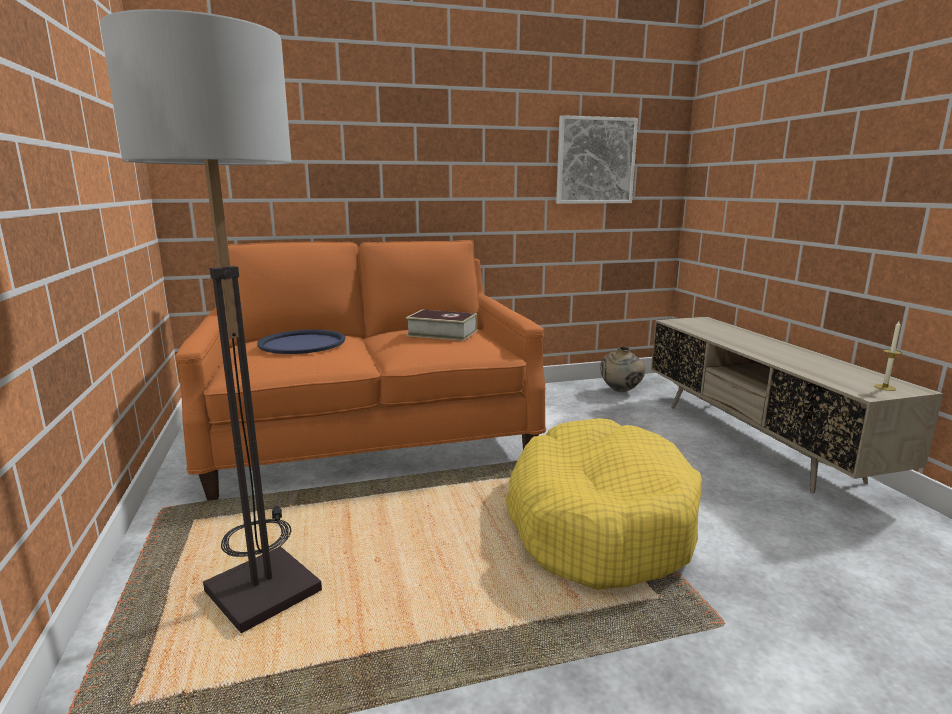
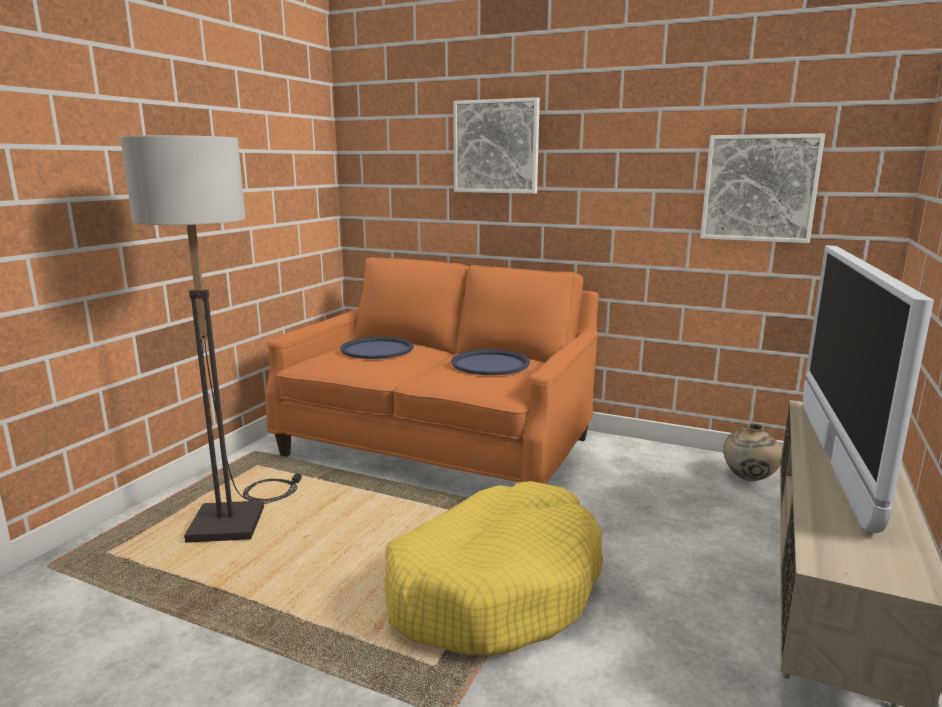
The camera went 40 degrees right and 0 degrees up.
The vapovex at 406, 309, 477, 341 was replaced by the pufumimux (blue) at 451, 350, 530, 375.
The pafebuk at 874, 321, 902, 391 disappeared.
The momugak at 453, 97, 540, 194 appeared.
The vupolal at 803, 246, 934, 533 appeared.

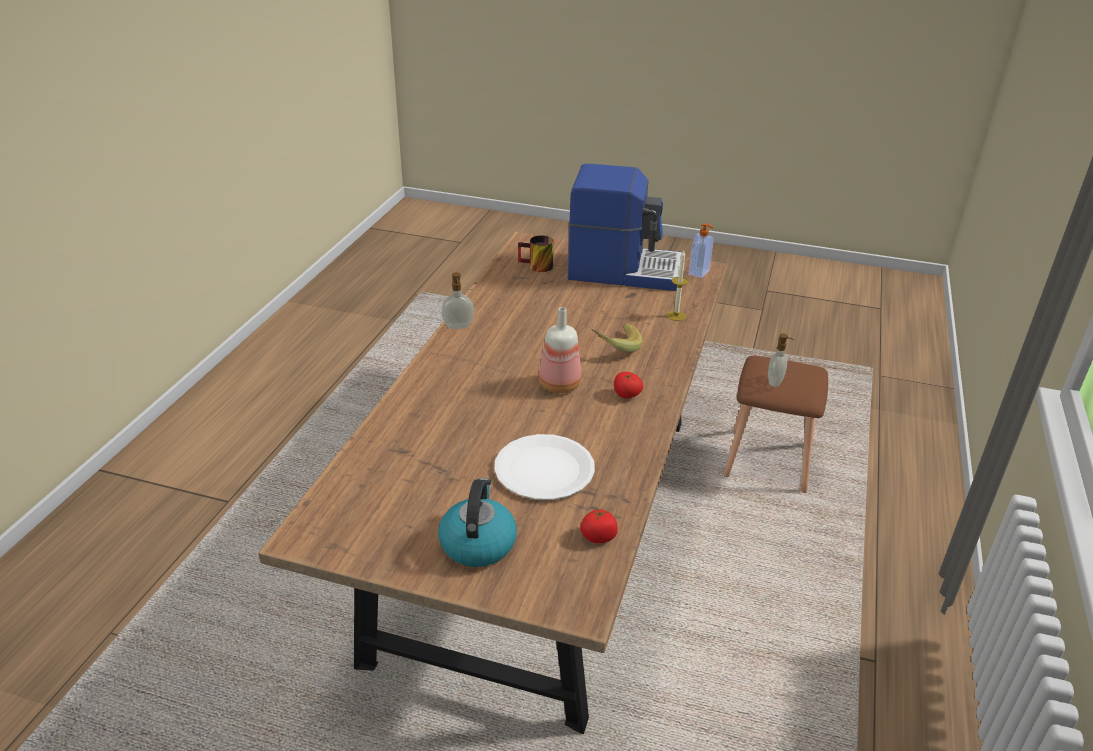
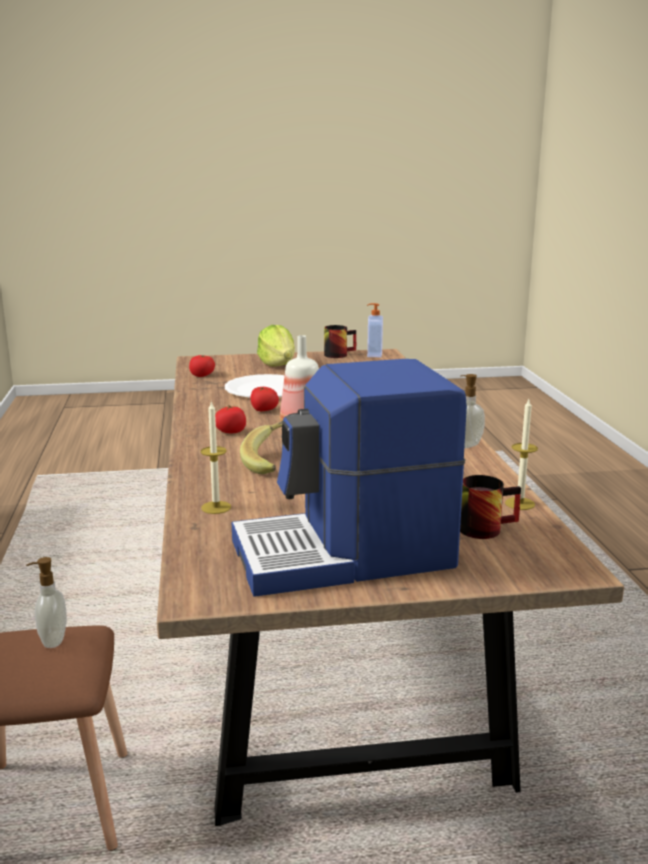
The camera went 155 degrees right and 15 degrees down.
The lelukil at 438, 478, 517, 567 was replaced by the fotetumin at 257, 325, 295, 367.
The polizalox moved from 689, 223, 714, 278 to 367, 303, 383, 357.
The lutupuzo at 250, 387, 279, 411 appeared.
The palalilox at 324, 325, 356, 358 appeared.
The pafebuk at 505, 399, 538, 510 appeared.

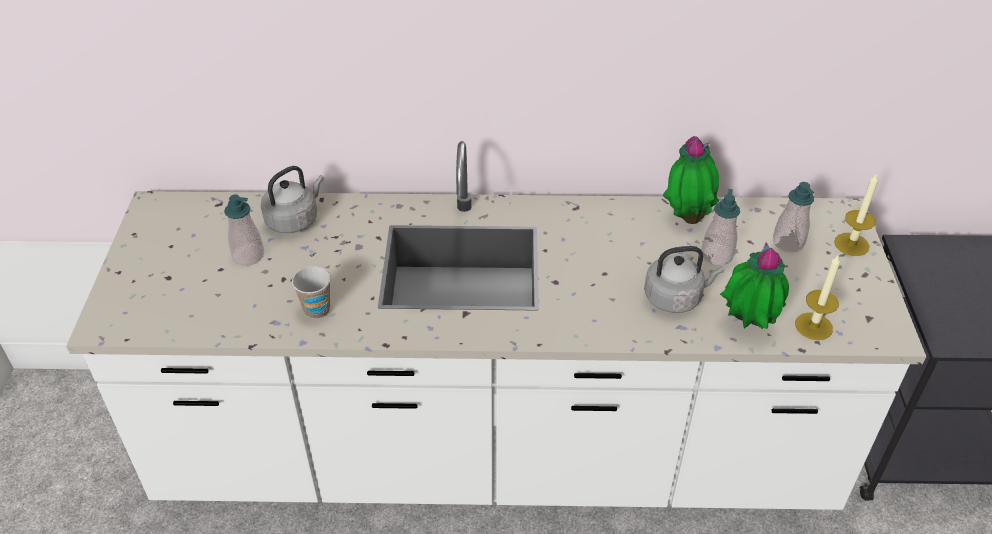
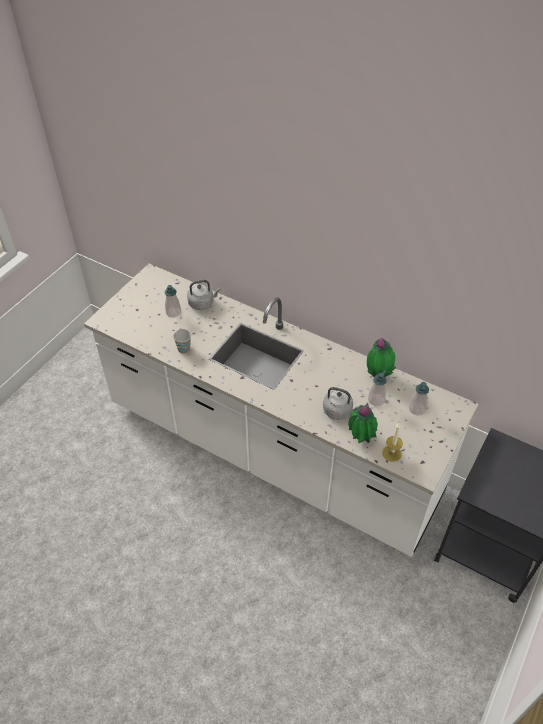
The camera went 30 degrees right and 5 degrees up.
The pafebuk at 834, 173, 878, 256 disappeared.

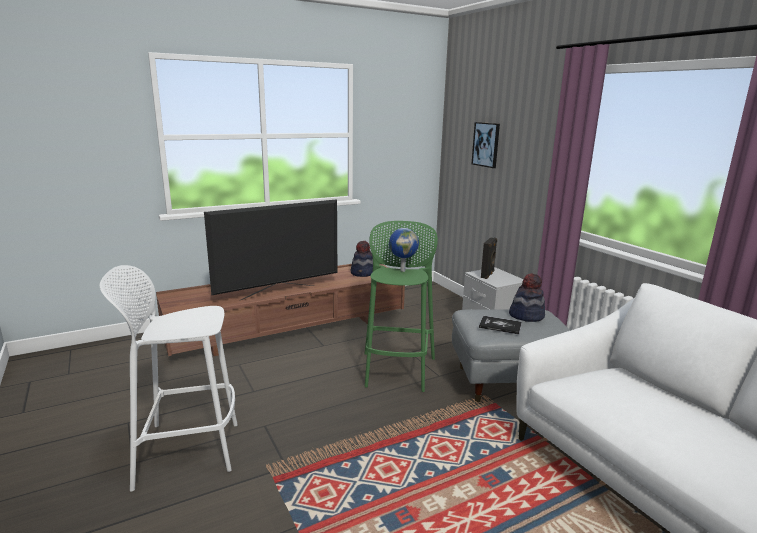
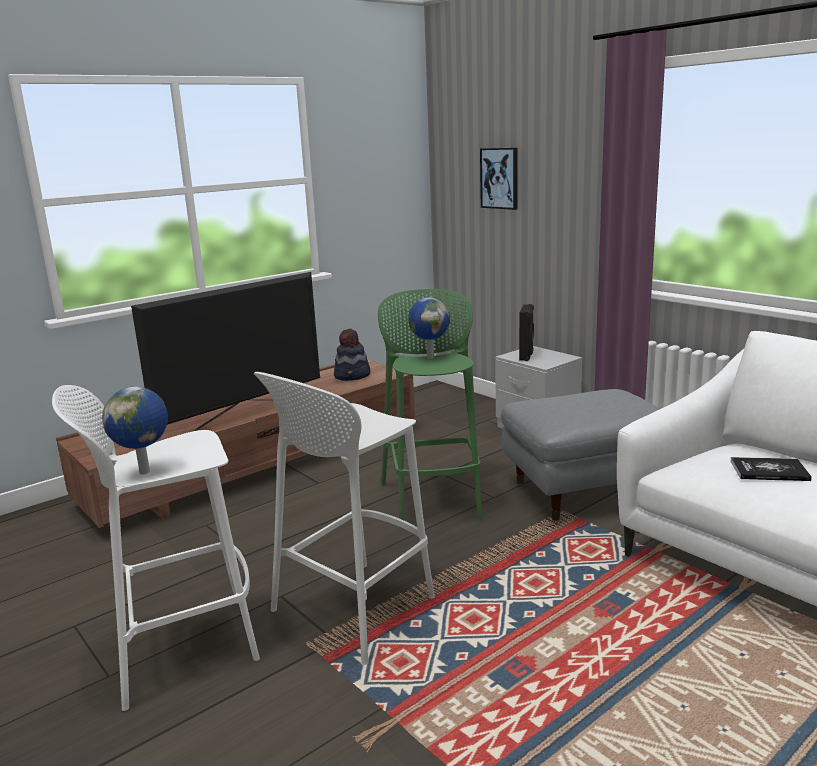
The camera went 10 degrees left and 0 degrees up.
The vapovex moved from 479, 316, 522, 335 to 730, 457, 812, 481.
The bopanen at 509, 273, 545, 322 disappeared.
The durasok at 102, 386, 168, 474 appeared.
The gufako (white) at 254, 372, 435, 665 appeared.

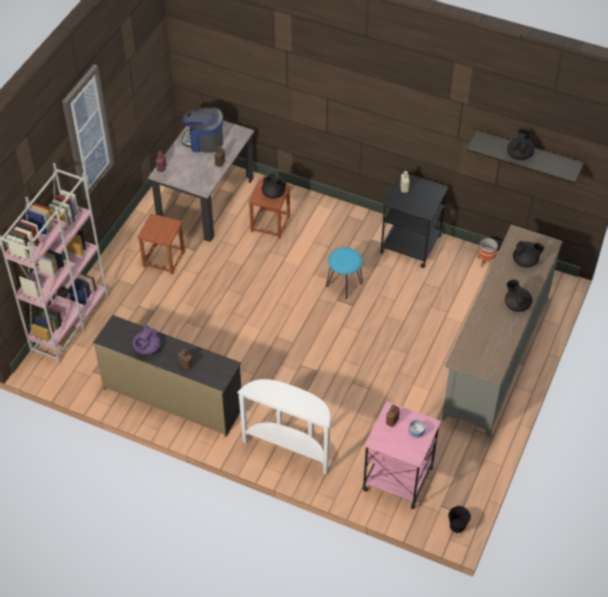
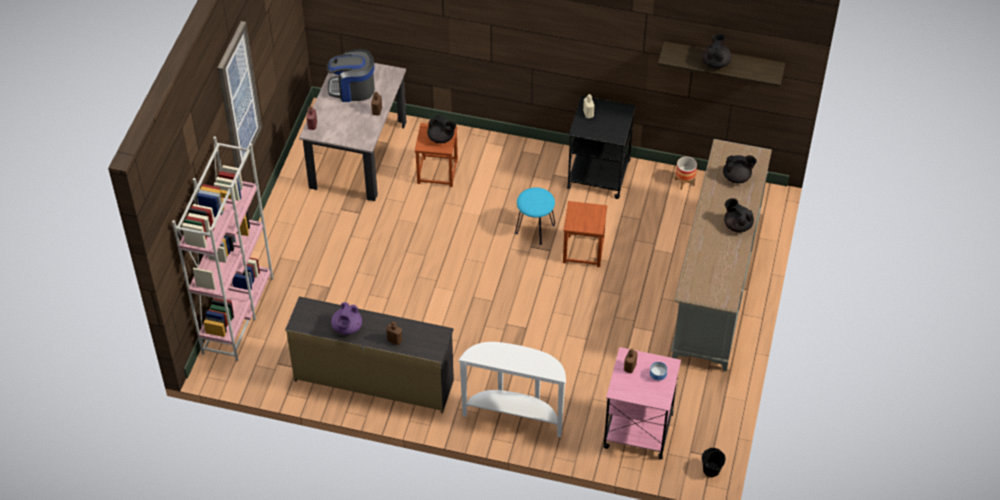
The camera went 10 degrees left and 0 degrees up.
The gufako (brown) moved from 138, 214, 185, 275 to 563, 201, 607, 267.

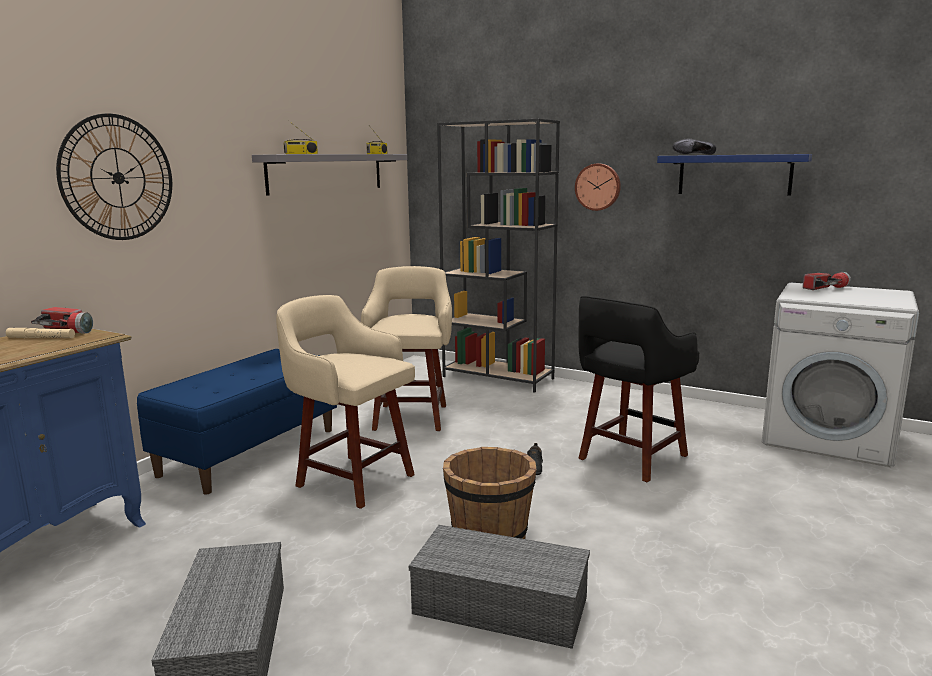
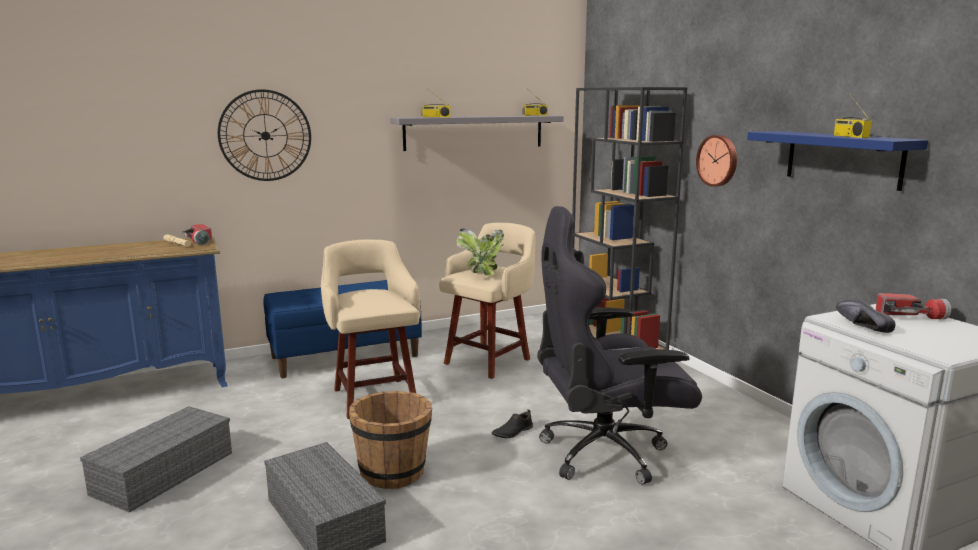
The camera went 35 degrees right and 0 degrees up.
The gufako (black) at 578, 296, 699, 482 was replaced by the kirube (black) at 537, 206, 702, 485.
The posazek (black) moved from 672, 138, 716, 155 to 836, 300, 895, 333.
The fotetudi at 456, 228, 505, 276 appeared.
The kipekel at 834, 93, 872, 138 appeared.

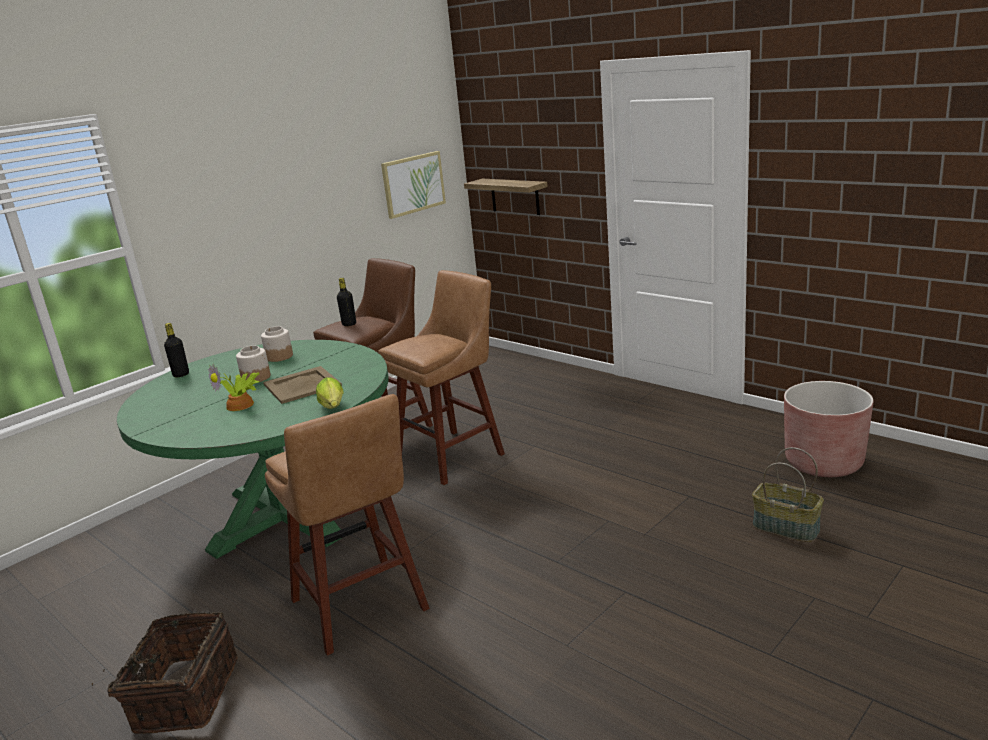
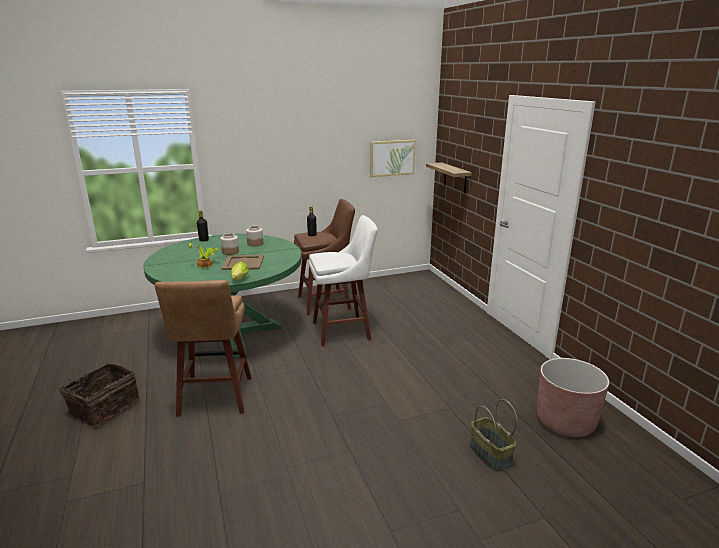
The camera went 25 degrees right and 0 degrees up.
The gufako (brown) at 378, 270, 505, 485 became the gufako (white) at 309, 215, 378, 346.

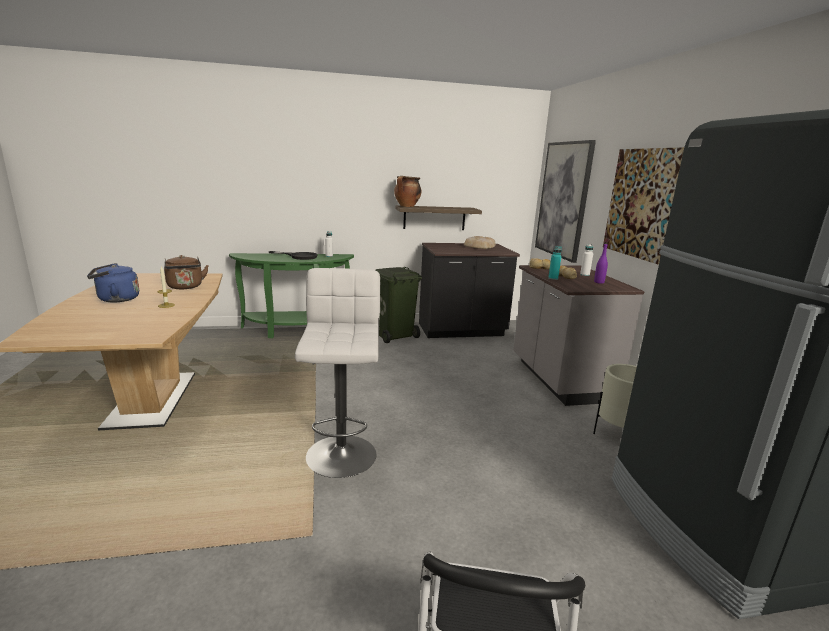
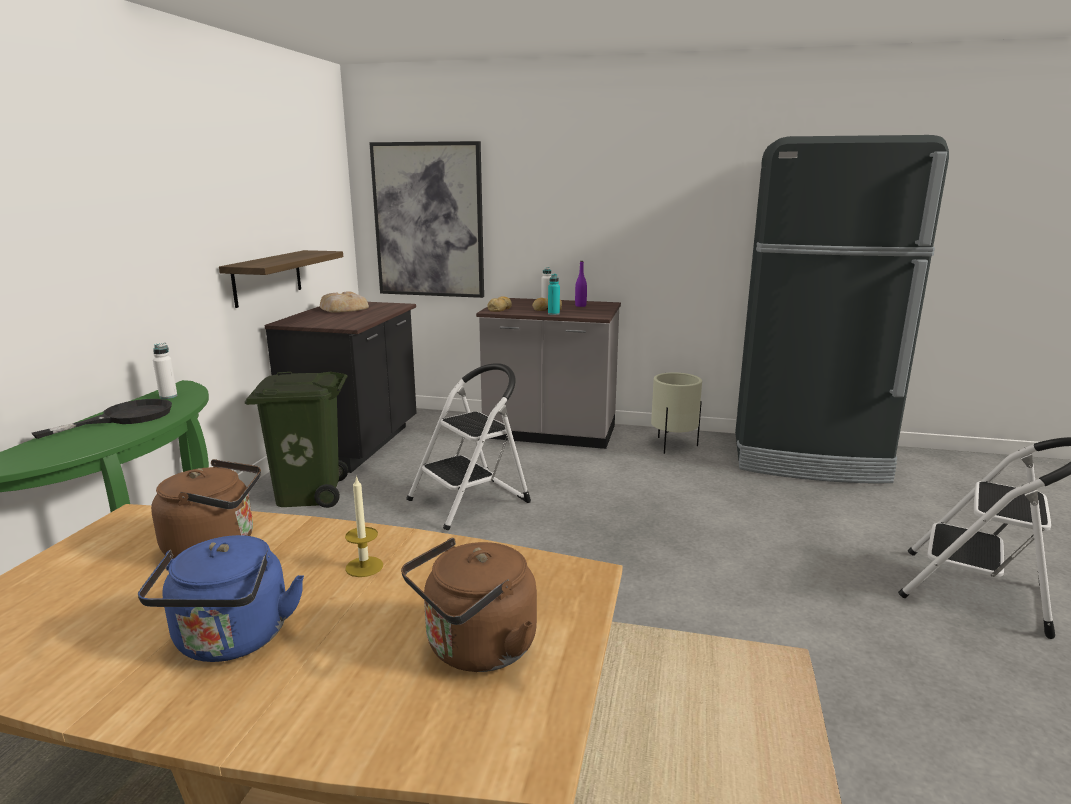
The camera went 65 degrees left and 0 degrees up.
The gufako (white) at 295, 268, 380, 478 disappeared.
The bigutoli at 394, 176, 421, 207 disappeared.
The momugak at 603, 147, 684, 265 disappeared.
The lelukil (brown) at 401, 538, 537, 672 appeared.
The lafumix at 406, 363, 531, 530 appeared.

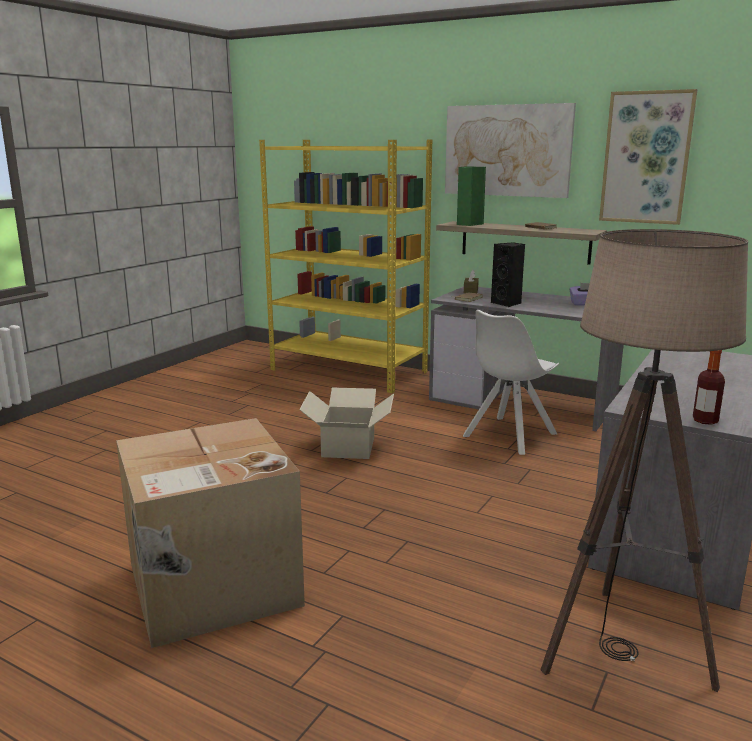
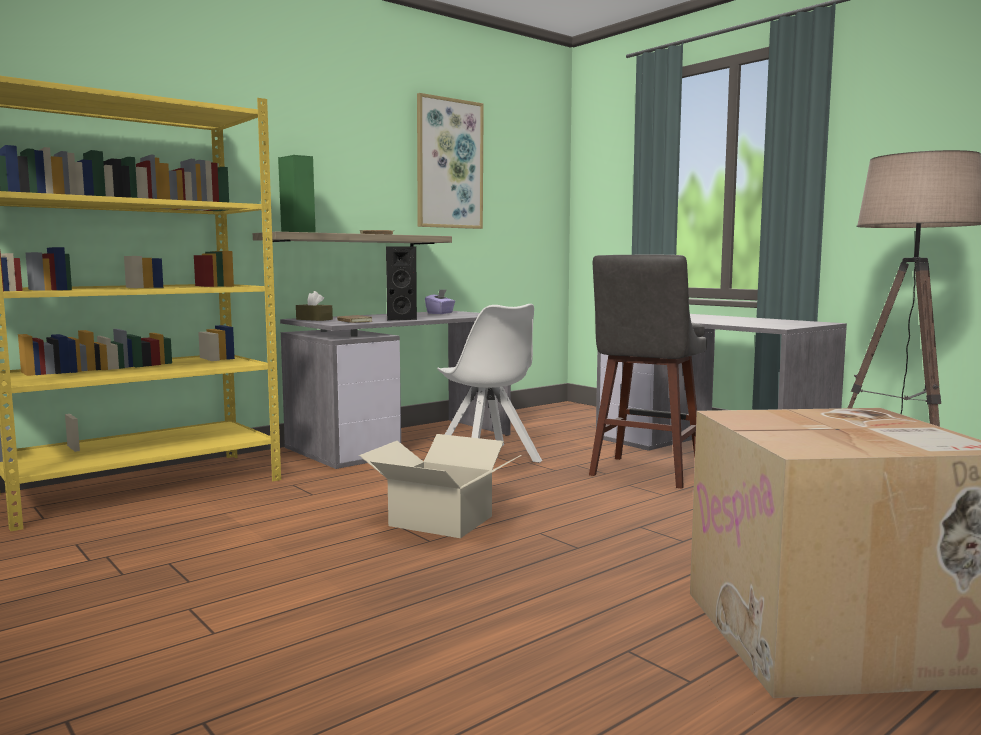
The camera went 70 degrees left and 10 degrees down.
The momugak at 445, 103, 576, 198 disappeared.
The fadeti at 693, 350, 725, 425 disappeared.
The gufako (grey) at 589, 255, 707, 489 appeared.

